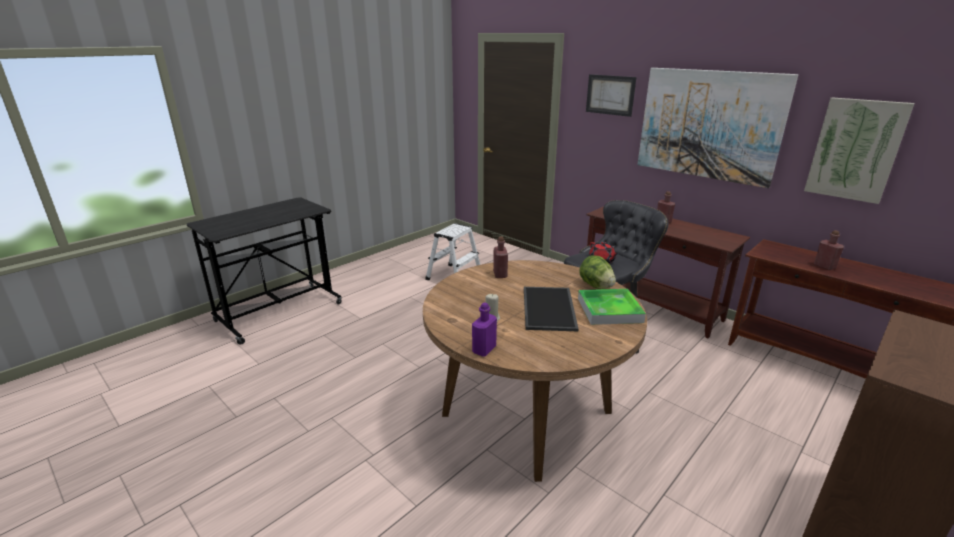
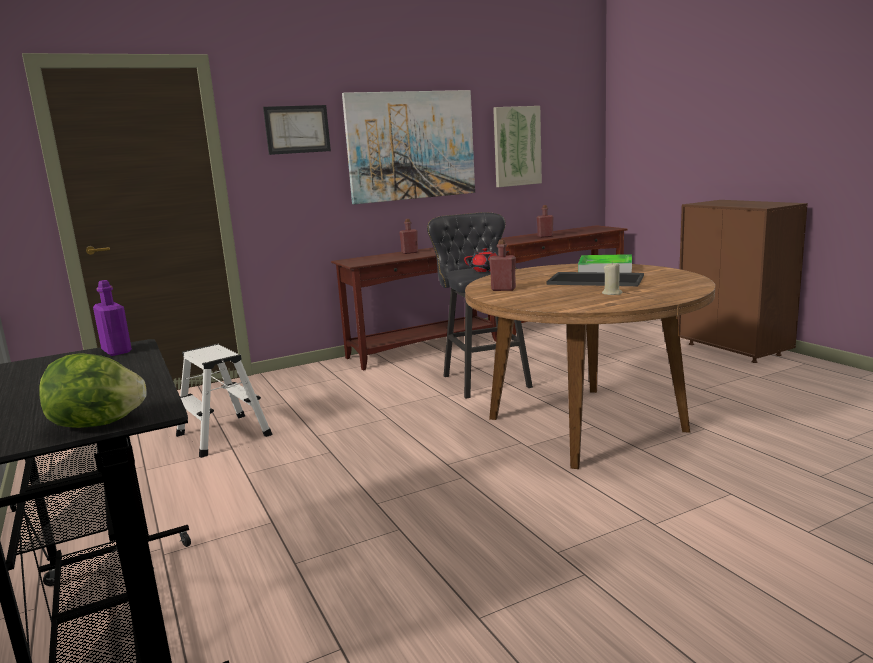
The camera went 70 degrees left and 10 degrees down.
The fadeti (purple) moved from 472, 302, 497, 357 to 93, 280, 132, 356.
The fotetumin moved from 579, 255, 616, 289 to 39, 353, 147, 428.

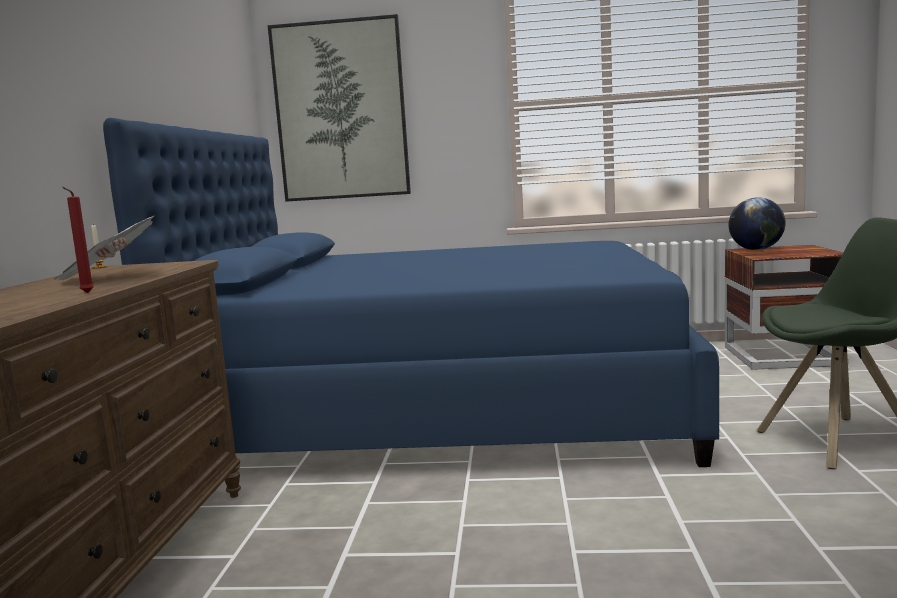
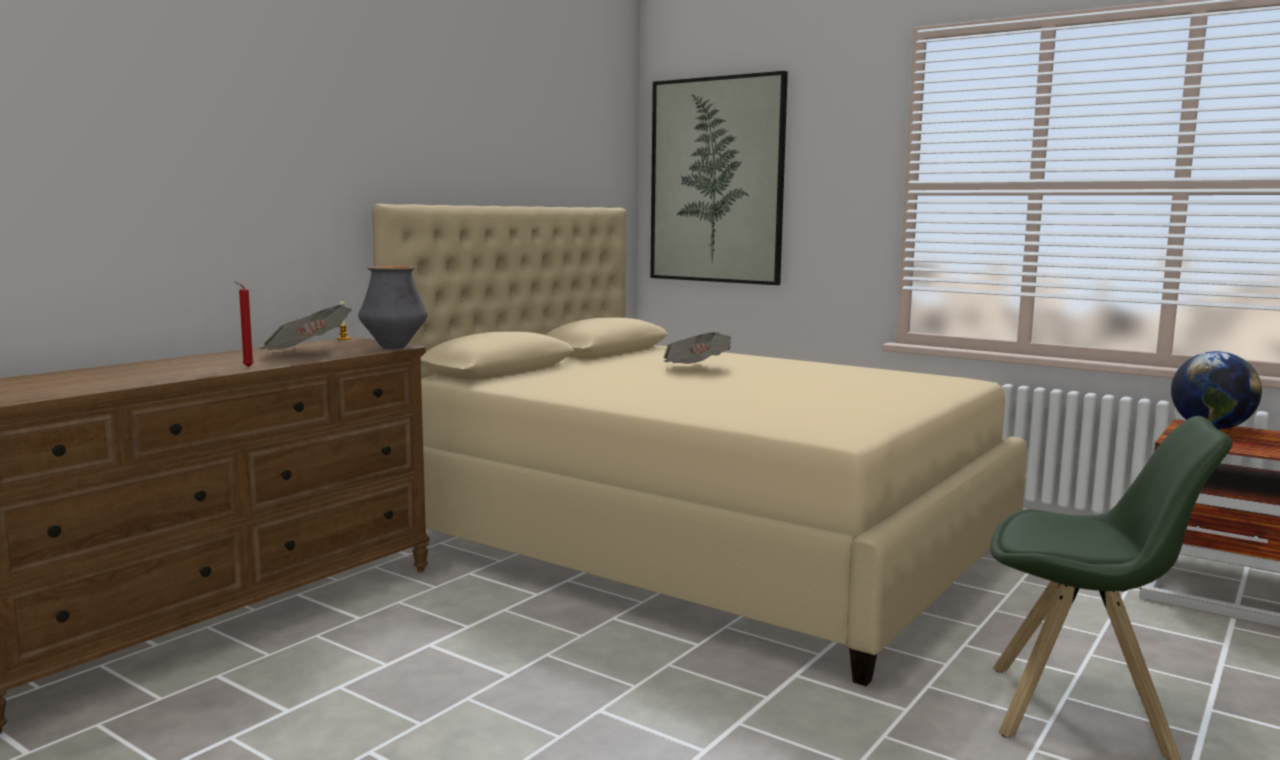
The camera went 30 degrees right and 0 degrees up.
The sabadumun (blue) at 103, 118, 719, 467 became the sabadumun (beige) at 372, 204, 1027, 686.
The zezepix at 358, 266, 428, 349 appeared.
The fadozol at 664, 332, 731, 364 appeared.

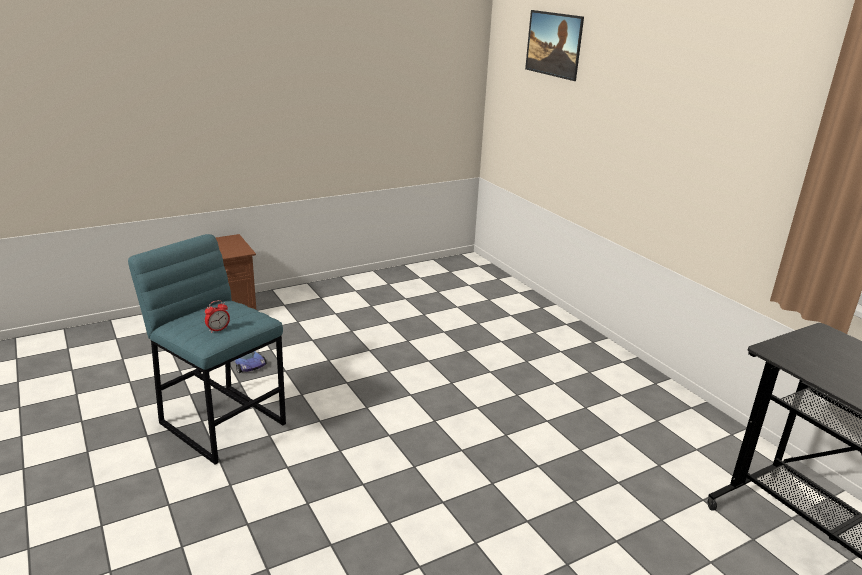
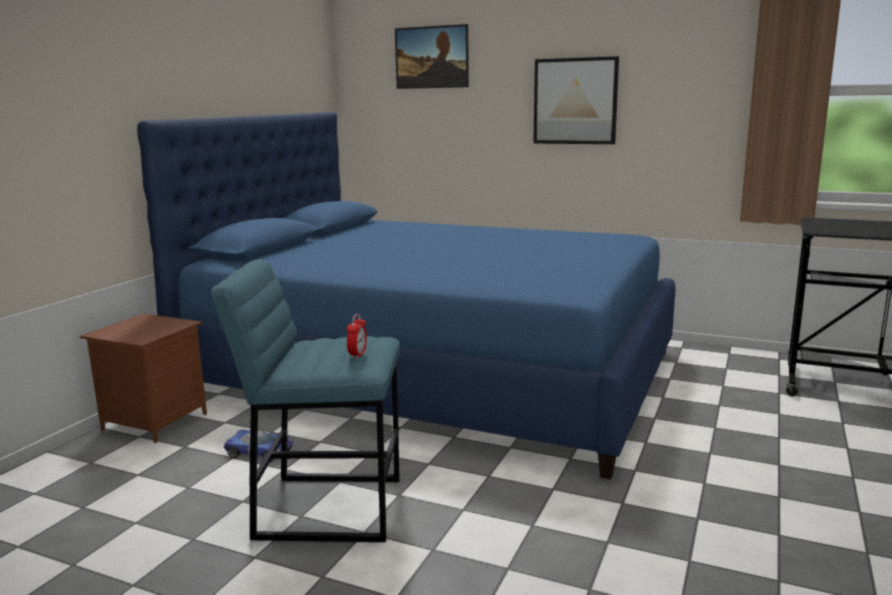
The camera went 35 degrees left and 10 degrees down.
The sabadumun (blue) at 137, 112, 676, 479 appeared.
The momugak at 533, 56, 619, 144 appeared.

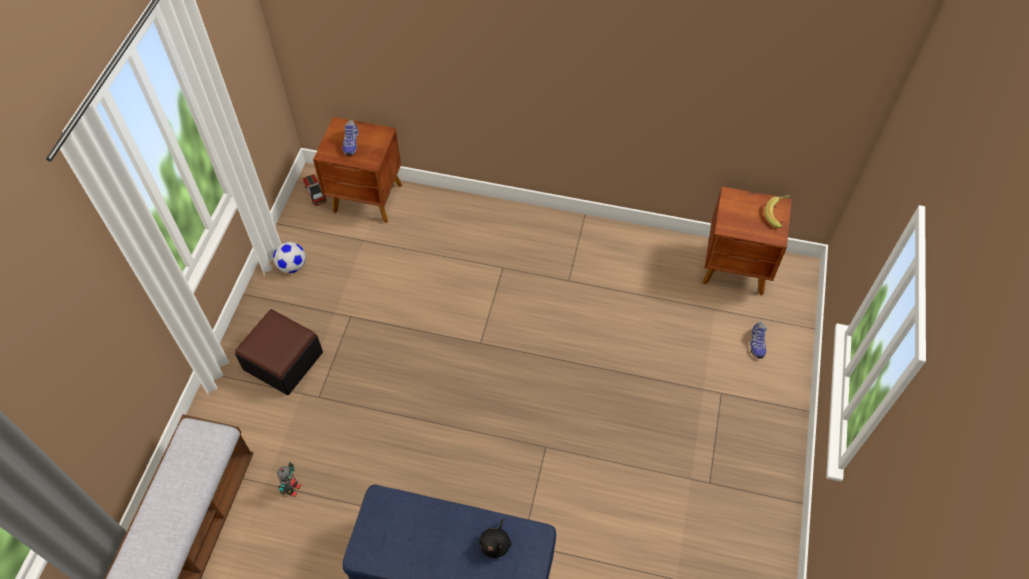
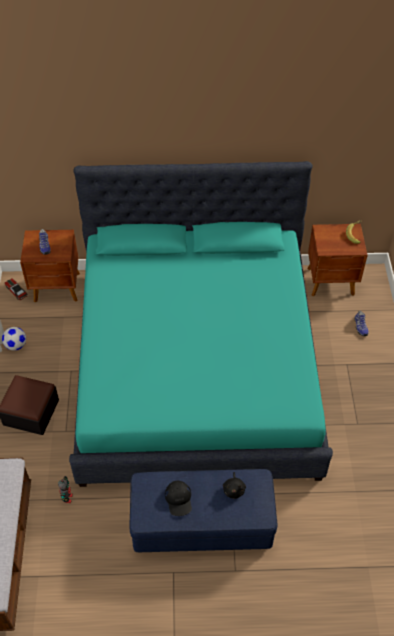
The camera went 15 degrees left and 5 degrees down.
The sabadumun (turquoise) at 69, 161, 333, 487 appeared.
The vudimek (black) at 165, 481, 192, 516 appeared.

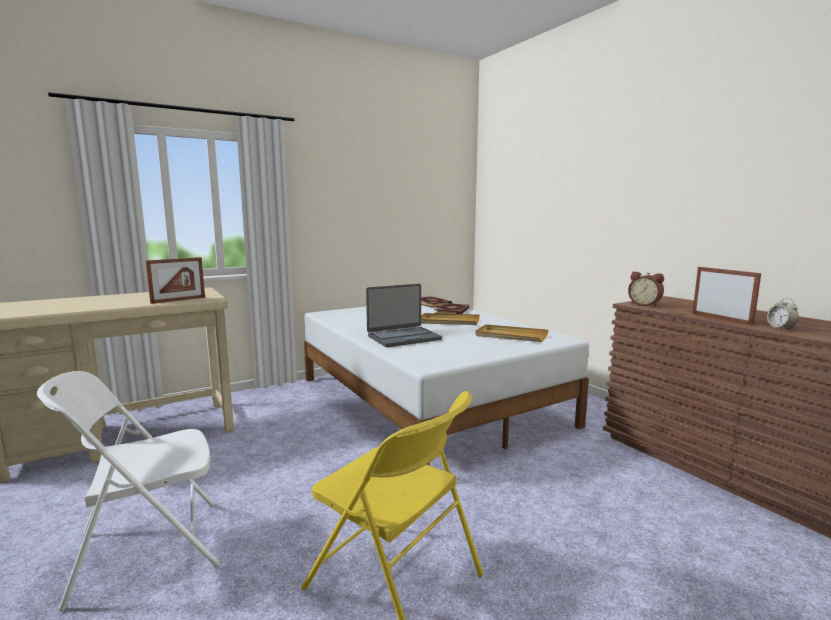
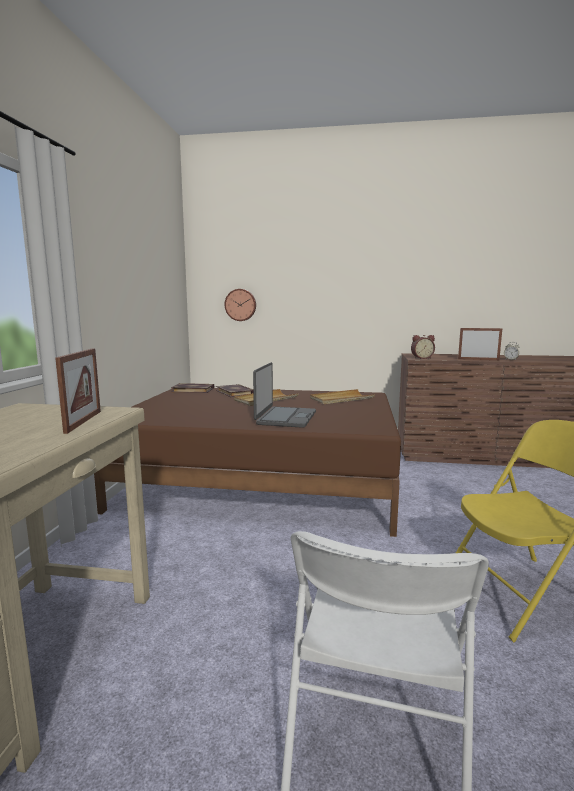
The camera went 50 degrees left and 0 degrees up.
The sabadumun (white) at 304, 305, 589, 466 became the sabadumun (brown) at 94, 388, 401, 537.
The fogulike at 224, 289, 256, 321 appeared.

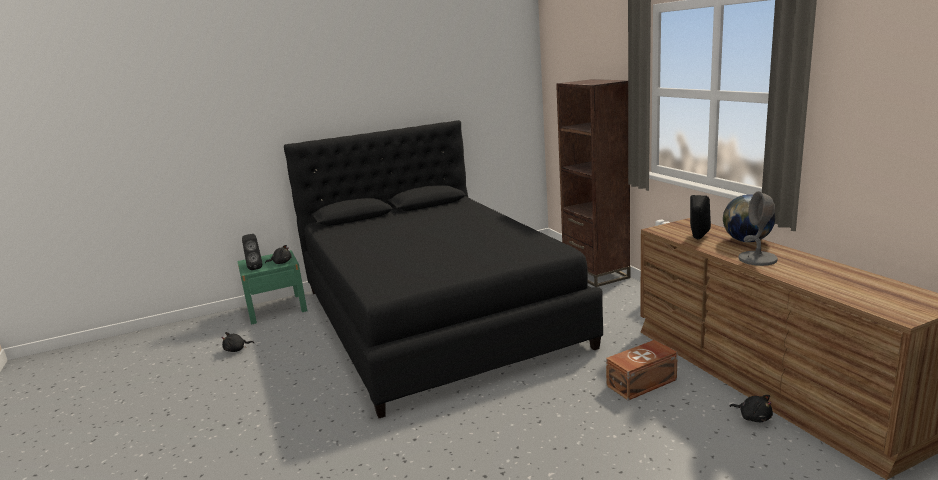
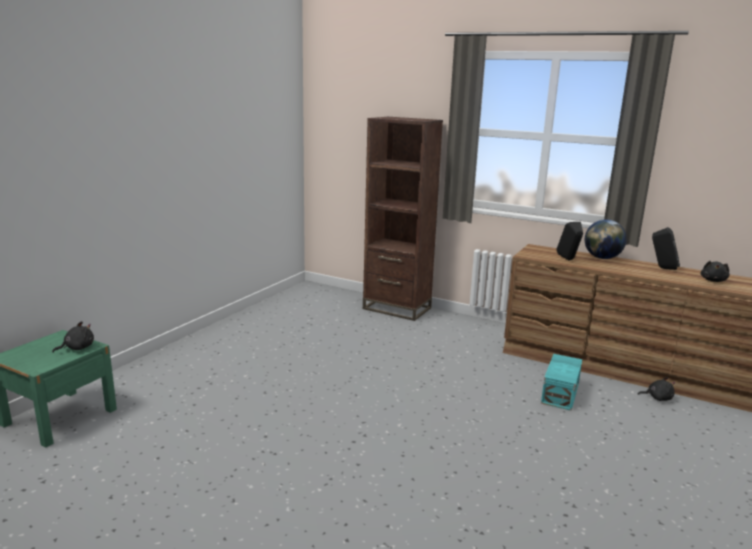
The camera went 40 degrees left and 0 degrees up.
The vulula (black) moved from 221, 332, 254, 352 to 701, 261, 730, 282.
The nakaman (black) moved from 242, 234, 263, 270 to 652, 227, 680, 270.
The sabadumun (black) at 284, 120, 603, 418 disappeared.
The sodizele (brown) at 606, 340, 678, 401 became the sodizele (turquoise) at 541, 354, 582, 411.
The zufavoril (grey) at 738, 191, 778, 266 disappeared.

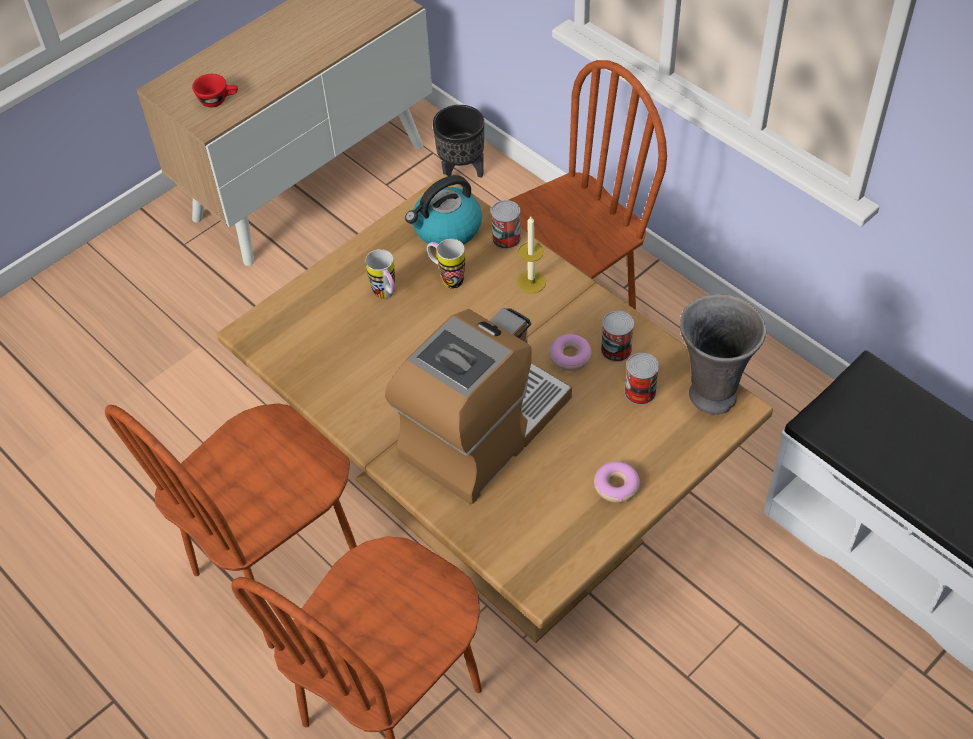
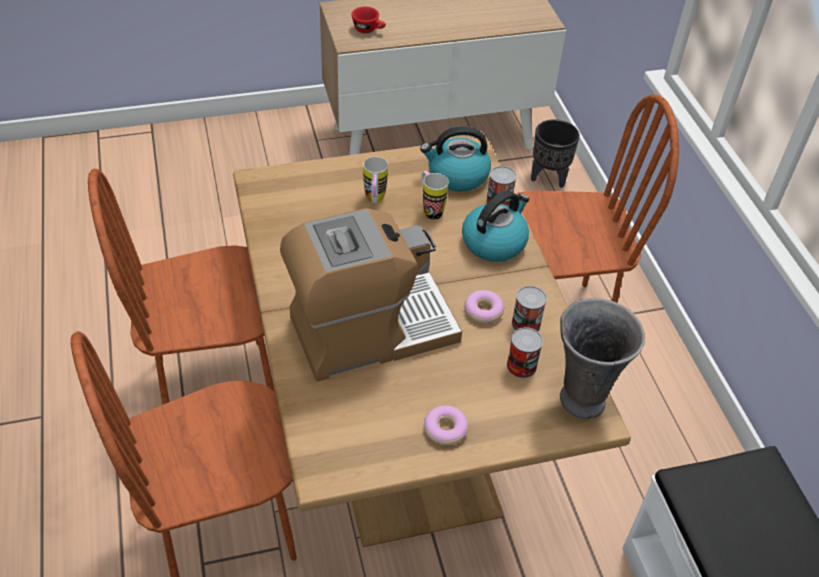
The camera went 25 degrees right and 5 degrees down.
The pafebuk at 517, 215, 546, 294 was replaced by the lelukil at 462, 190, 529, 262.

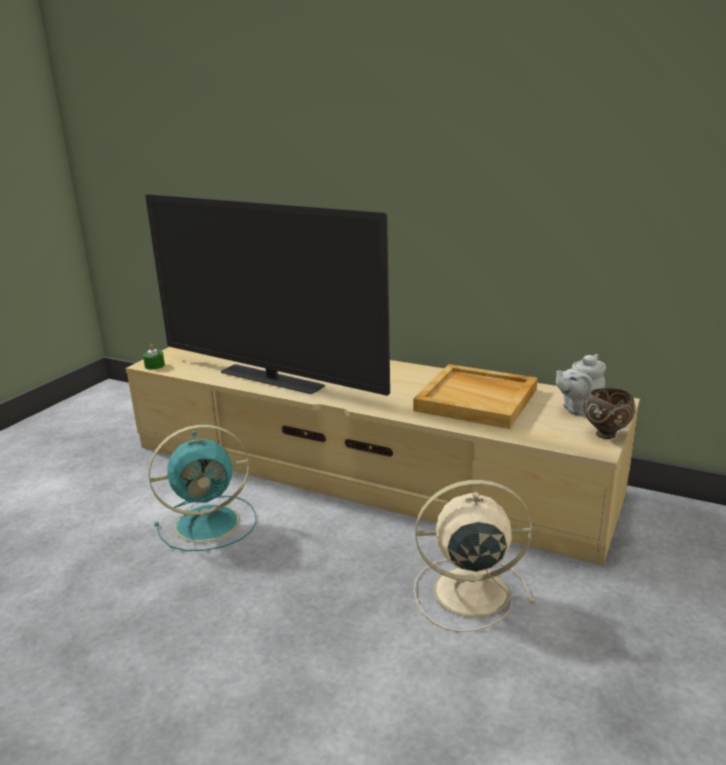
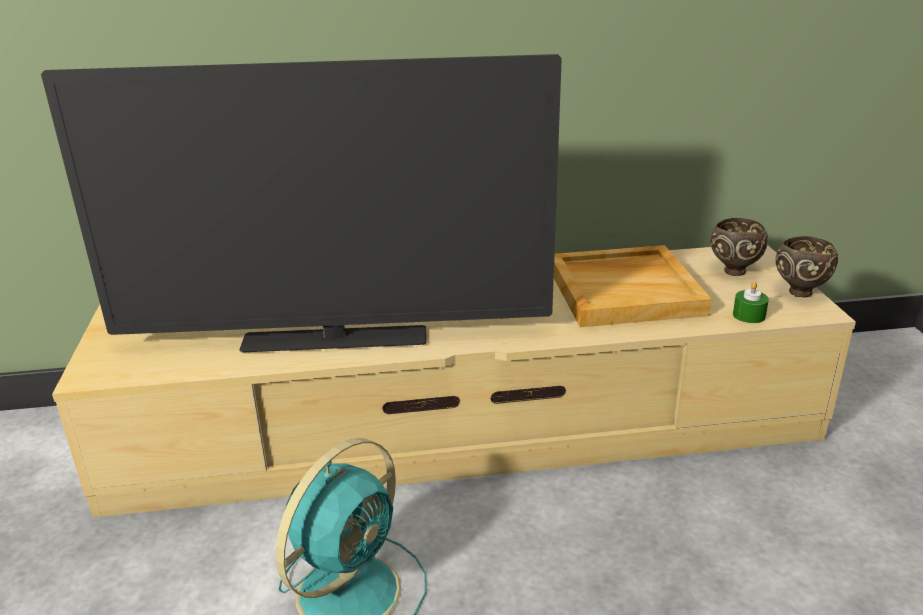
The camera went 35 degrees left and 5 degrees up.
The pafebuk (green) moved from 143, 344, 165, 370 to 733, 282, 769, 323.
The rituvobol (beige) at 414, 480, 535, 632 disappeared.
The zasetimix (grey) at 556, 354, 606, 416 was replaced by the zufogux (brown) at 710, 218, 768, 276.

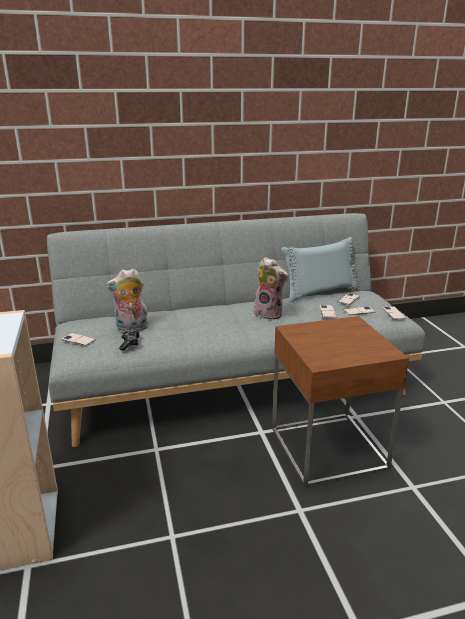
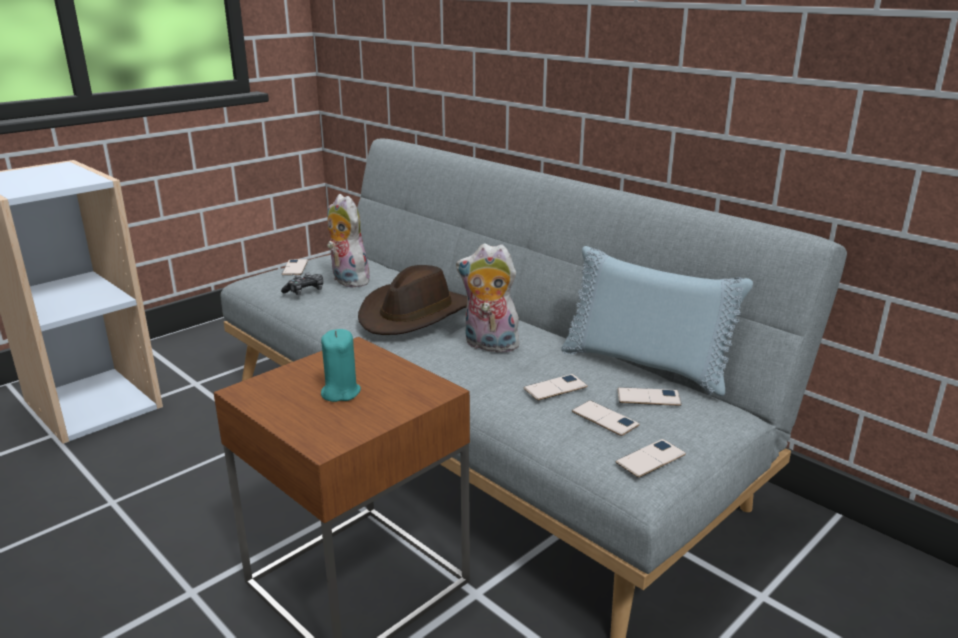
The camera went 60 degrees right and 0 degrees up.
The vulula at 253, 257, 288, 320 turned 105 degrees clockwise.
The pafebuk (turquoise) at 321, 329, 361, 402 appeared.
The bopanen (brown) at 358, 265, 467, 335 appeared.

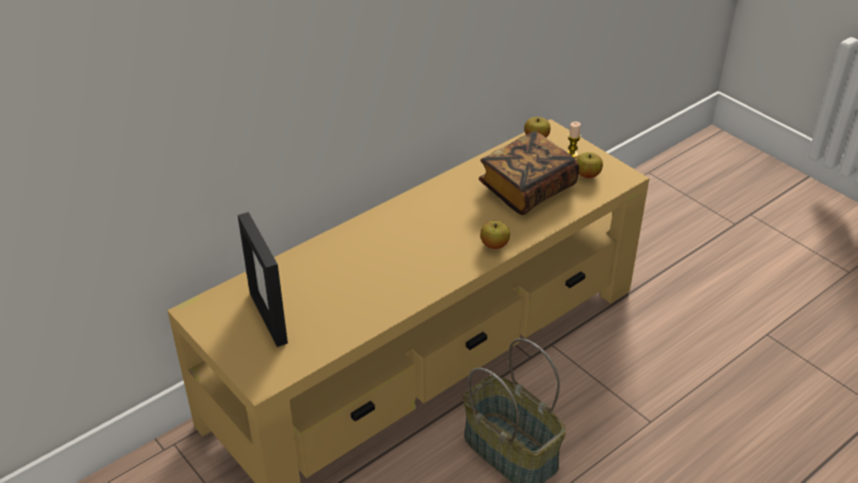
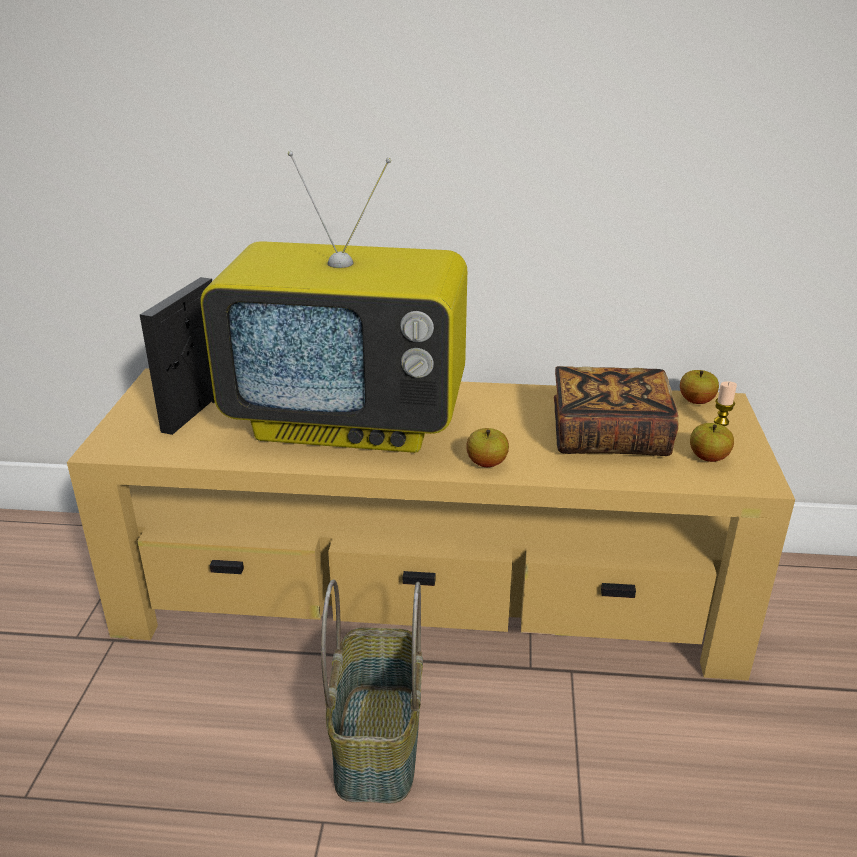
The camera went 45 degrees right and 10 degrees down.
The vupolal at 200, 151, 467, 453 appeared.

